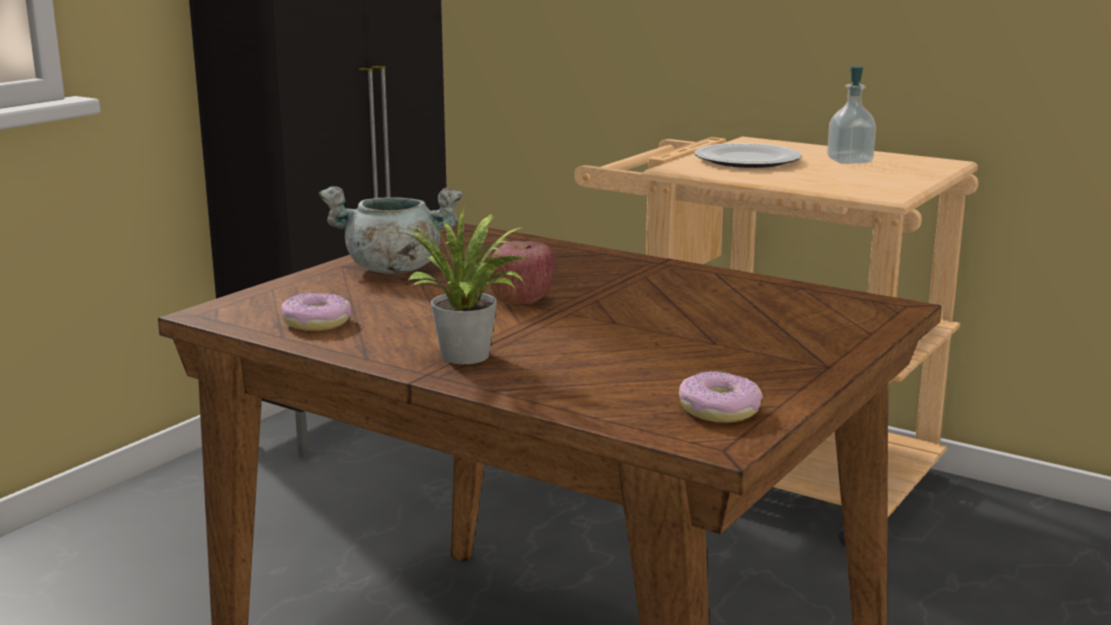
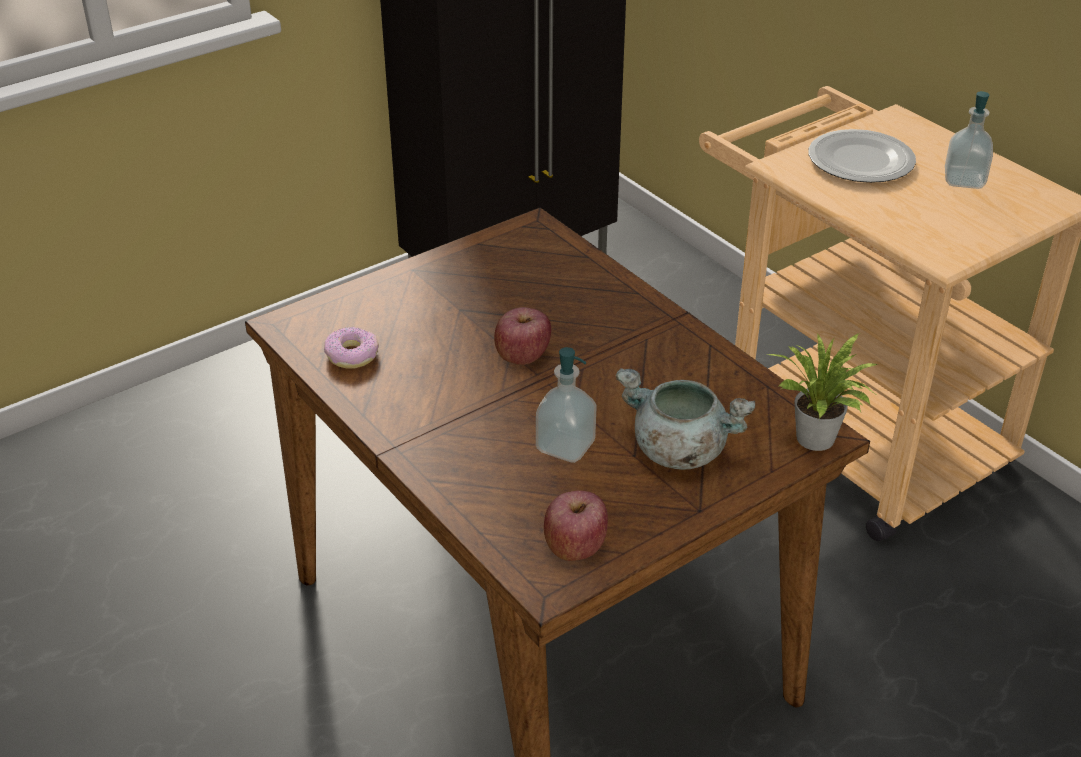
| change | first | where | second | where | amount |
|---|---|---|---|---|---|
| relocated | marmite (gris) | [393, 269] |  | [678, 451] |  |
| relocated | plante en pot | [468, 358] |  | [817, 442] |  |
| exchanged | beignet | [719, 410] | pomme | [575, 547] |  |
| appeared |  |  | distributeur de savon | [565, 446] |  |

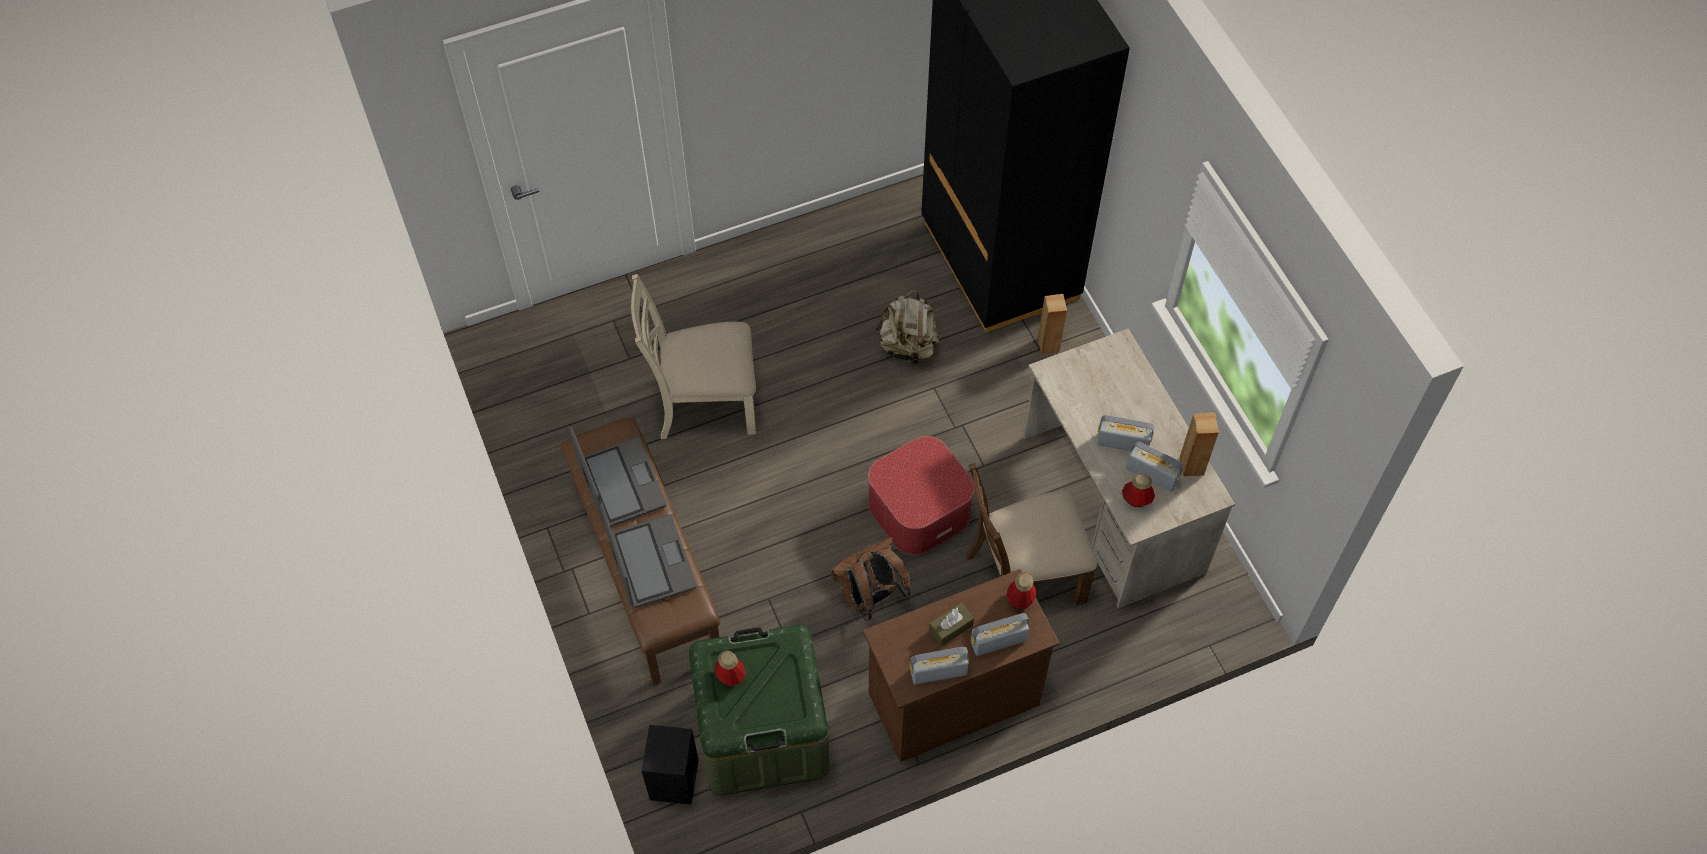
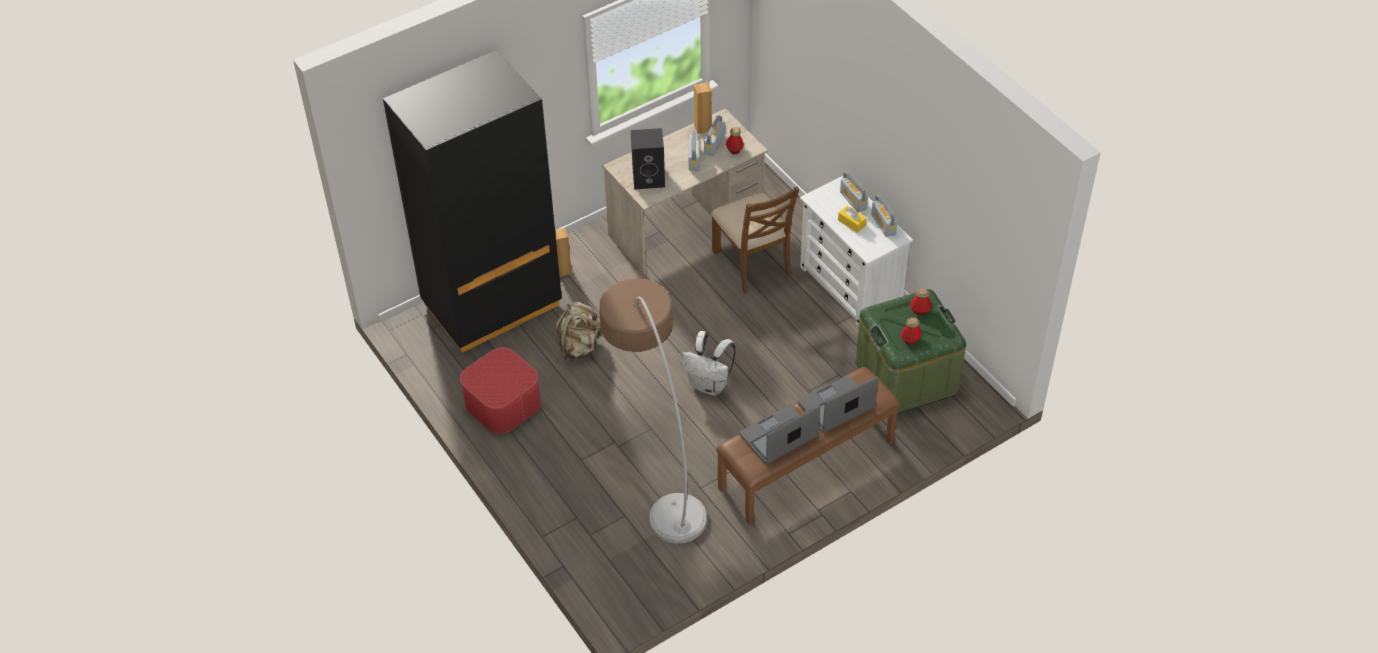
| change | first | where | second | where | amount |
|---|---|---|---|---|---|
| exchanged | chaise (beige) | [704, 403] | lampadaire | [656, 459] |  |
| relocated | pouf | [919, 509] |  | [502, 404] |  |
| missing | sac à dos (marron) | [870, 597] |  |  |  |
| colour | commode (marron) | [952, 699] | commode (blanc) | [850, 286] |  |
| relocated | bouteille | [1020, 599] |  | [920, 311] |  |
| colour | boîte à mouchoirs (marron) | [950, 628] | boîte à mouchoirs (jaune) | [851, 223] |  |
| relocated | enceinte (noir) | [675, 781] |  | [649, 178] |  |
| appeared |  |  | sac à dos (blanc) | [709, 385] |  |

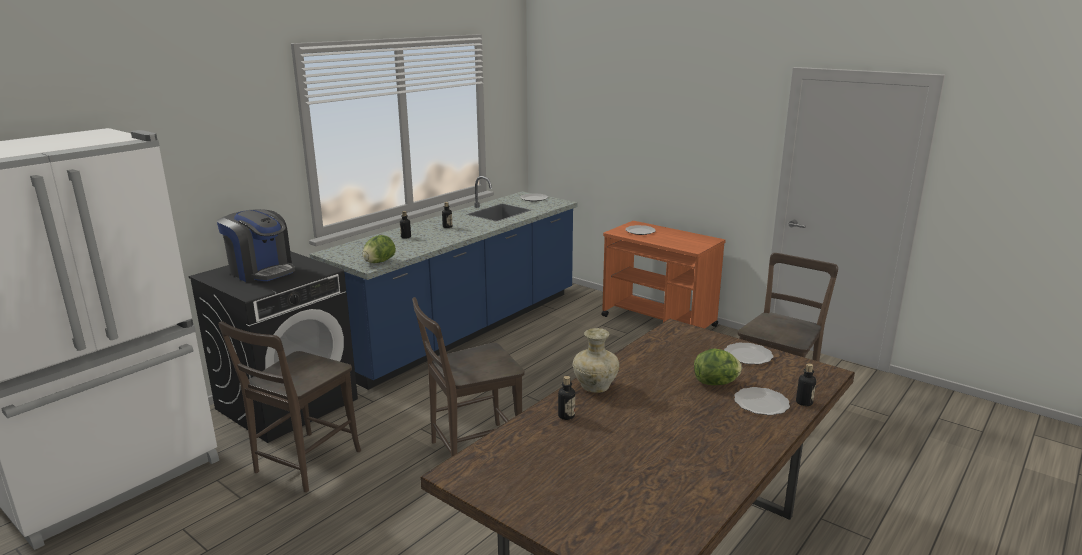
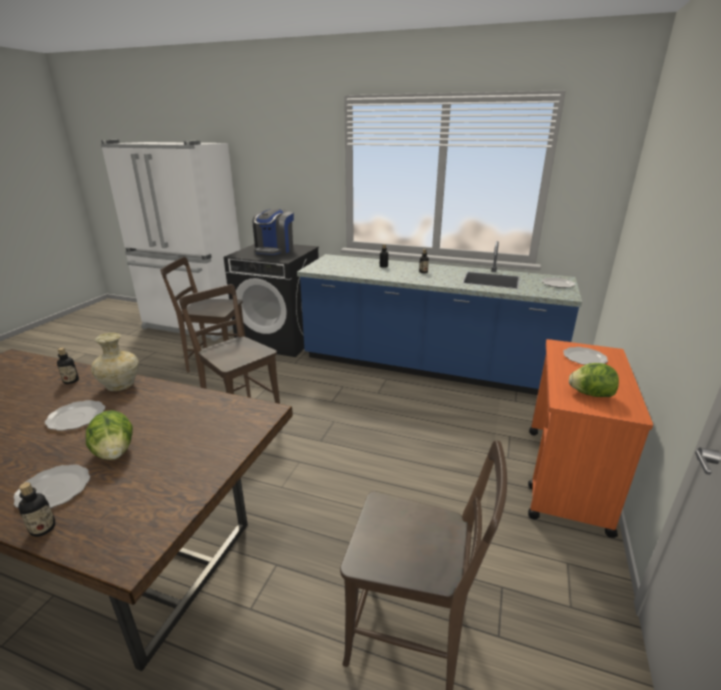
| change | first | where | second | where | amount |
|---|---|---|---|---|---|
| relocated | laitue | [379, 262] |  | [590, 394] |  |
| relocated | assiette | [748, 355] |  | [77, 417] |  |

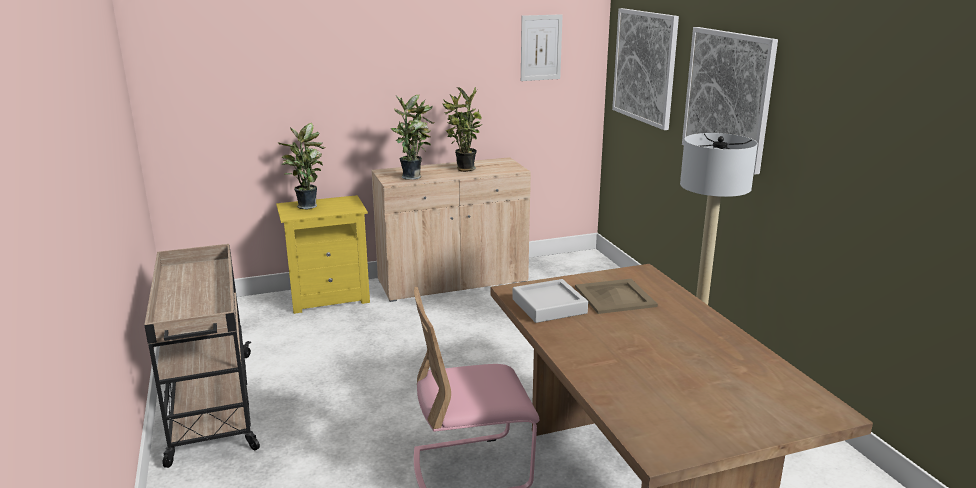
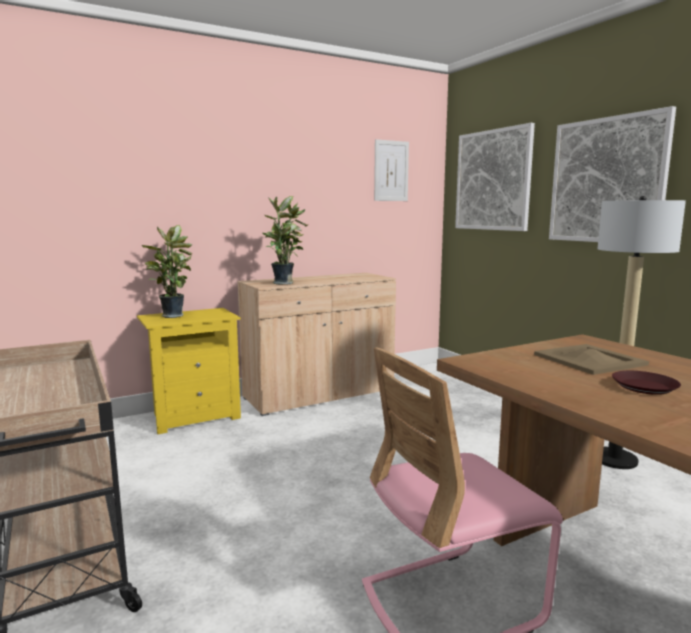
| change | first | where | second | where | amount |
|---|---|---|---|---|---|
| missing | plante en pot | [463, 169] |  |  |  |
| missing | plateau (gris) | [549, 306] |  |  |  |
| appeared |  |  | assiette (marron) | [645, 387] |  |

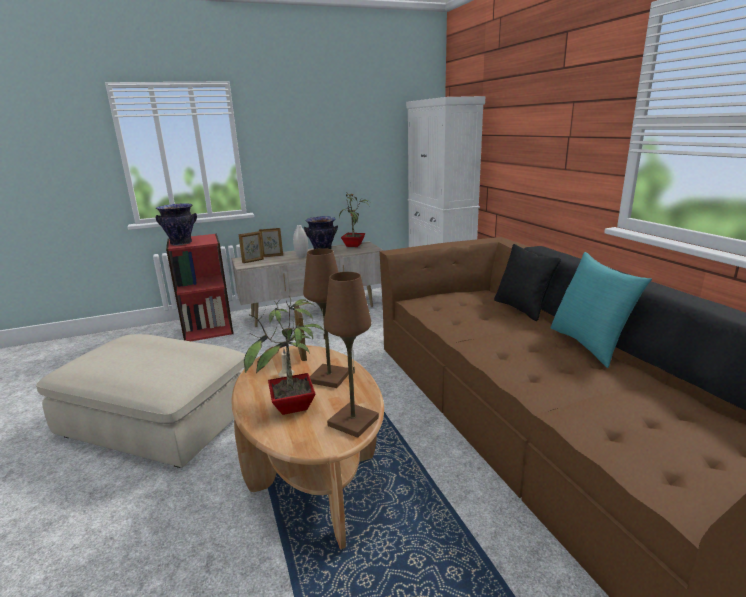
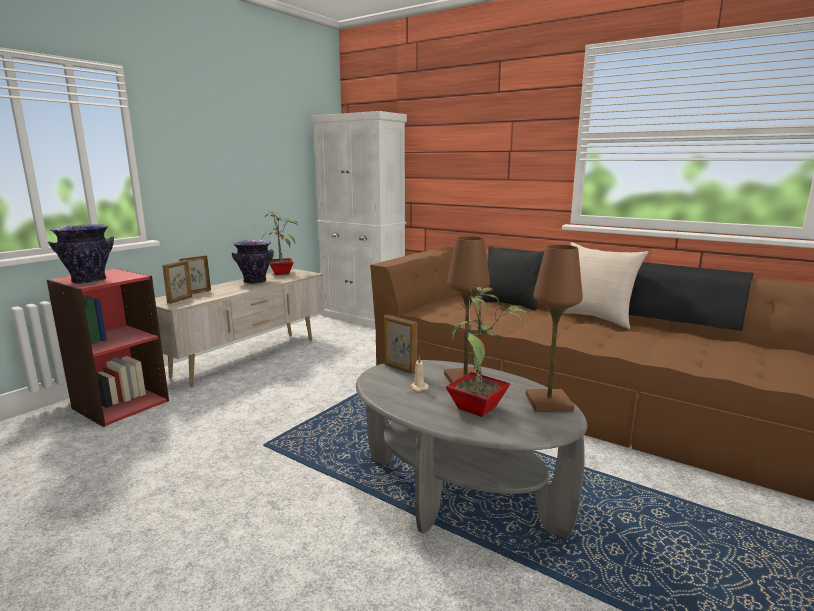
| change | first | where | second | where | amount |
|---|---|---|---|---|---|
| missing | vase (blanc) | [301, 257] |  |  |  |
| colour | coussin (turquoise) | [589, 344] | coussin (beige) | [594, 318] |  |
| missing | pouf (beige) | [156, 422] |  |  |  |
| colour | table basse (marron) | [313, 473] | table basse (gris) | [459, 494] |  |

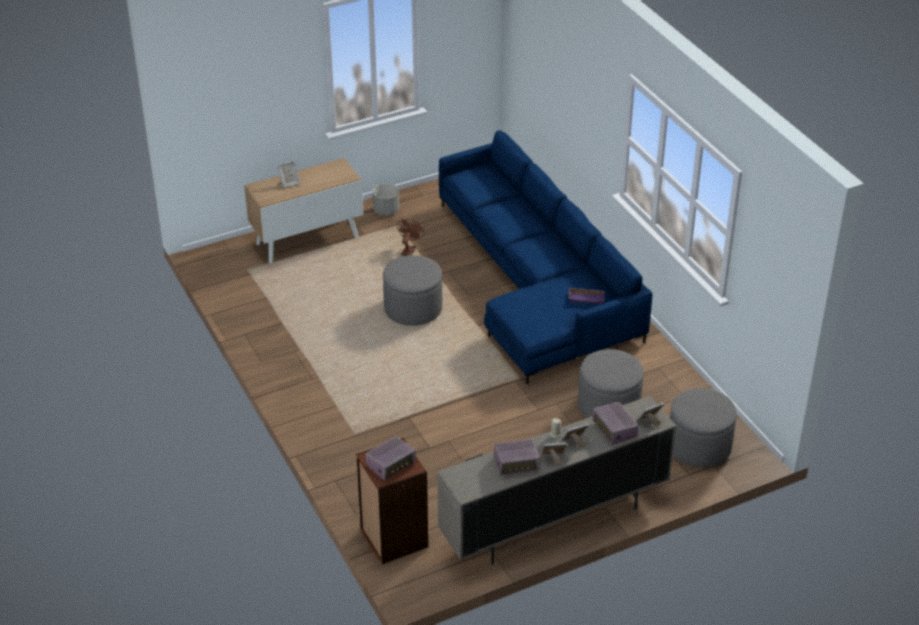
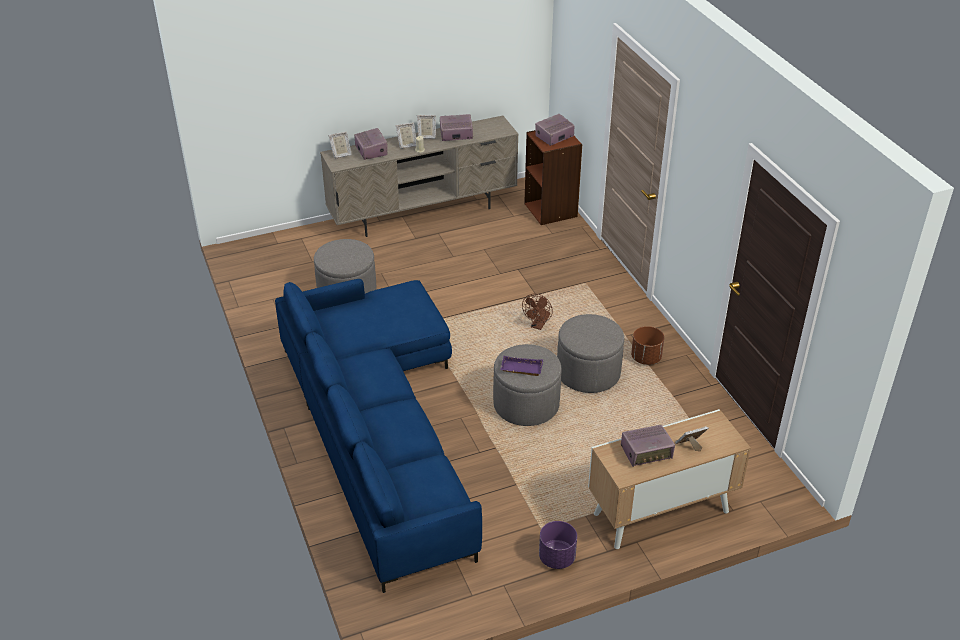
| change | first | where | second | where | amount |
|---|---|---|---|---|---|
| colour | cache-pot (gris) | [386, 211] | cache-pot (violet) | [557, 557] |  |
| relocated | ventilateur (marron) | [409, 250] |  | [538, 325] |  |
| relocated | plateau (violet) | [586, 297] |  | [520, 369] |  |
| relocated | pouf (gris) | [699, 446] |  | [588, 373] |  |
| appeared |  |  | cache-pot (marron) | [646, 358] |  |
| appeared |  |  | radio | [646, 452] |  |

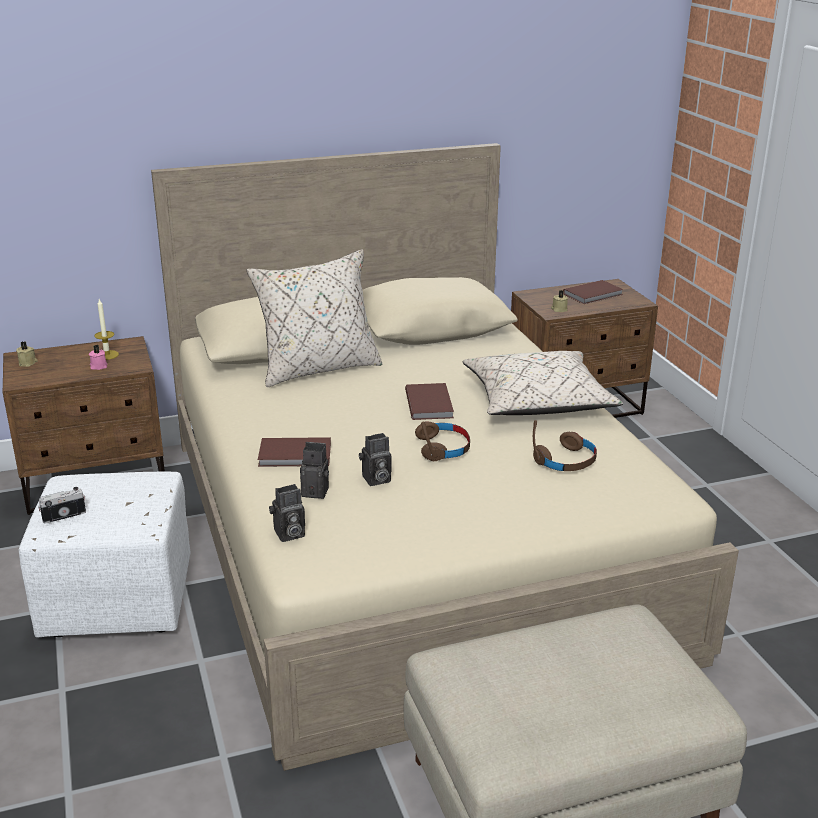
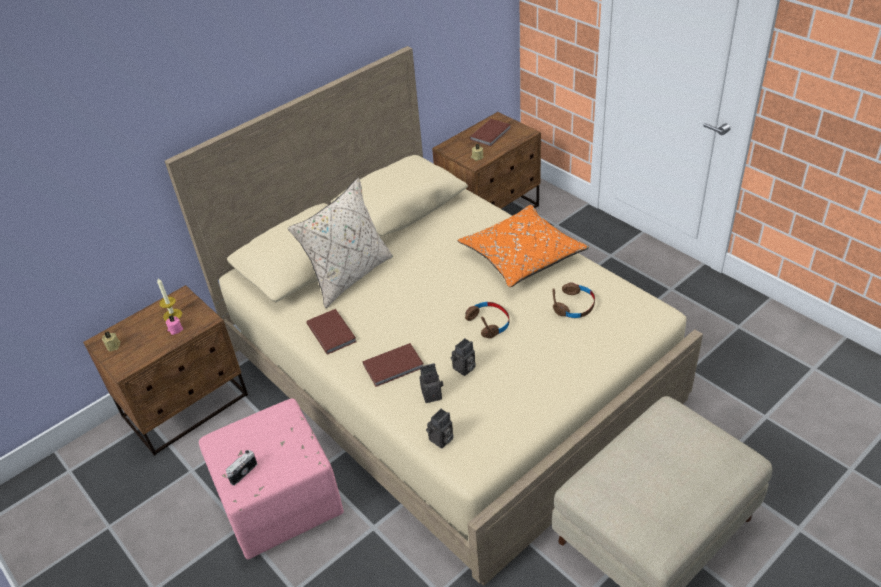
| change | first | where | second | where | amount |
|---|---|---|---|---|---|
| colour | coussin (beige) | [537, 401] | coussin (orange) | [521, 256] |  |
| relocated | livre (marron) | [430, 403] |  | [332, 332] |  |
| colour | pouf (blanc) | [116, 600] | pouf (rose) | [279, 503] |  |

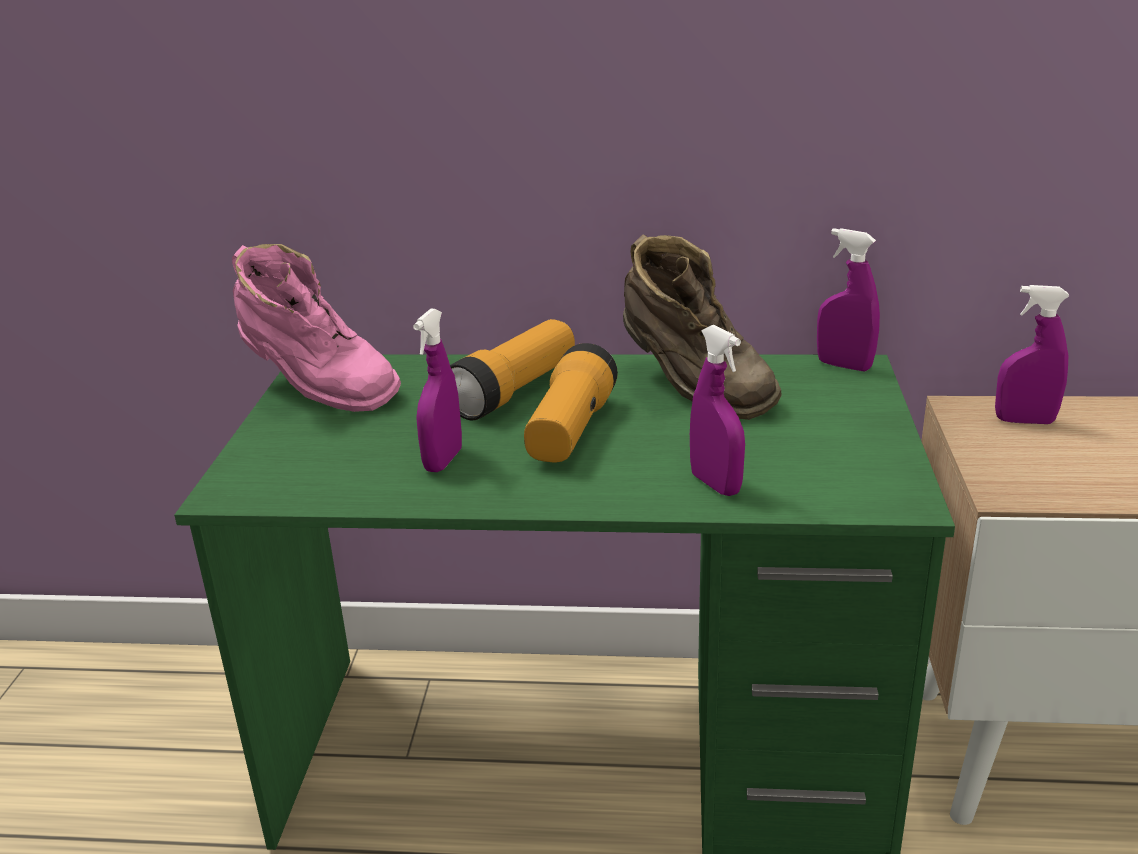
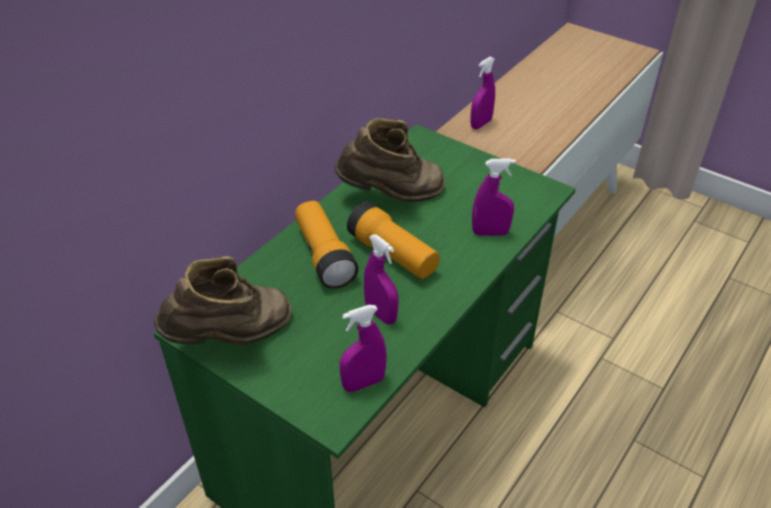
| change | first | where | second | where | amount |
|---|---|---|---|---|---|
| relocated | vaporisateur (violet) | [844, 365] |  | [363, 383] |  |
| colour | botte (rose) | [317, 392] | botte (marron) | [232, 338] |  |

